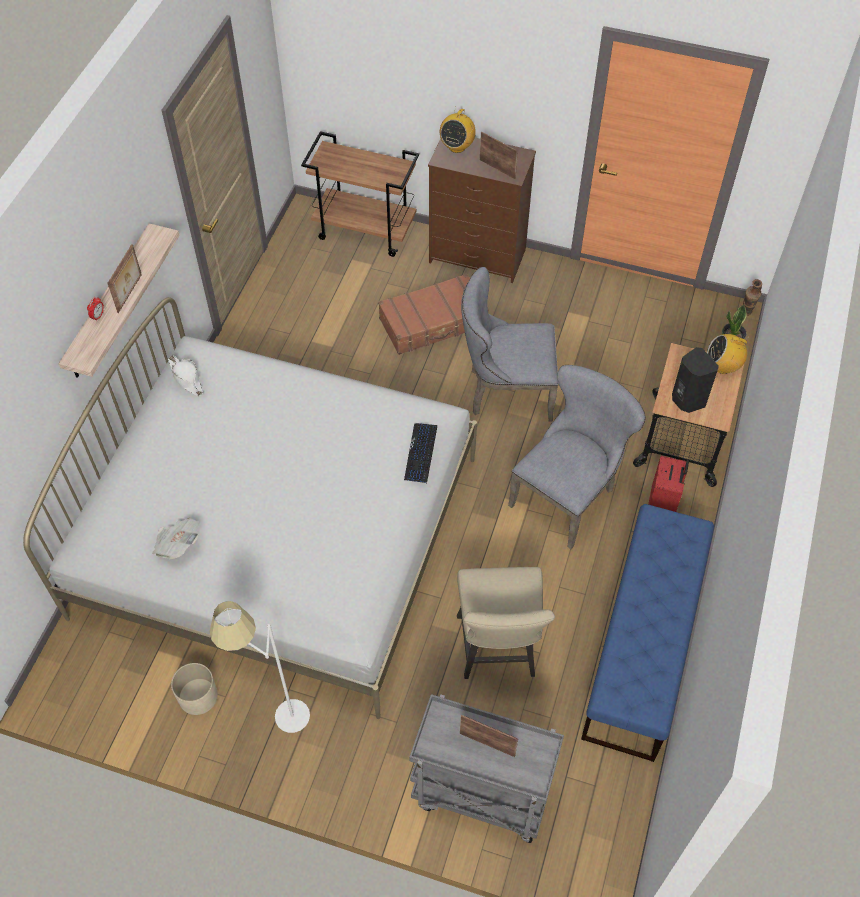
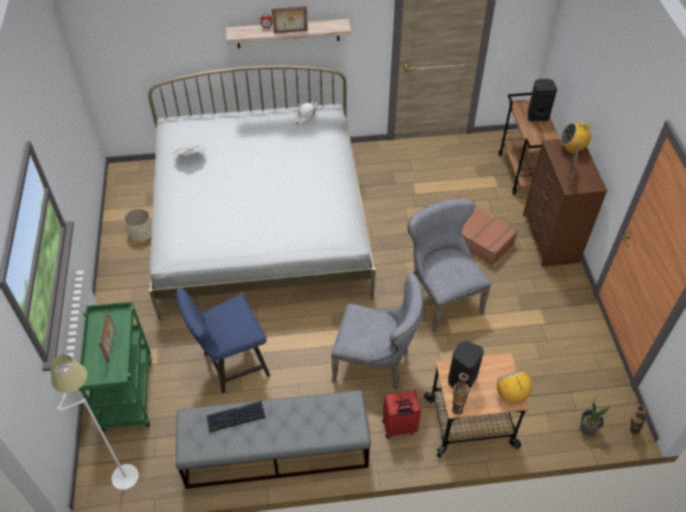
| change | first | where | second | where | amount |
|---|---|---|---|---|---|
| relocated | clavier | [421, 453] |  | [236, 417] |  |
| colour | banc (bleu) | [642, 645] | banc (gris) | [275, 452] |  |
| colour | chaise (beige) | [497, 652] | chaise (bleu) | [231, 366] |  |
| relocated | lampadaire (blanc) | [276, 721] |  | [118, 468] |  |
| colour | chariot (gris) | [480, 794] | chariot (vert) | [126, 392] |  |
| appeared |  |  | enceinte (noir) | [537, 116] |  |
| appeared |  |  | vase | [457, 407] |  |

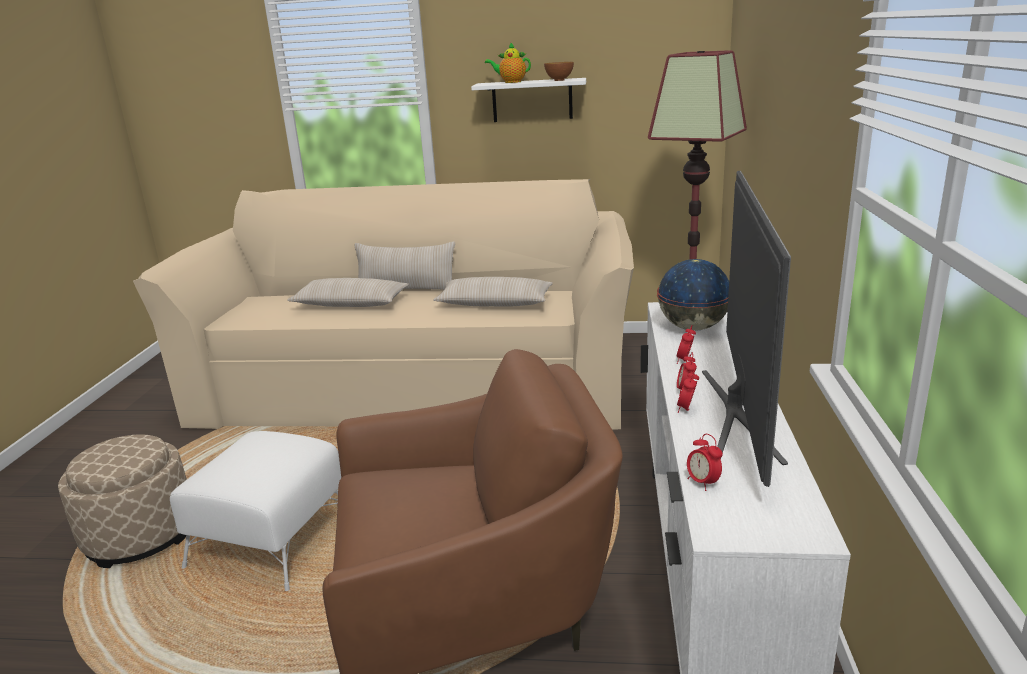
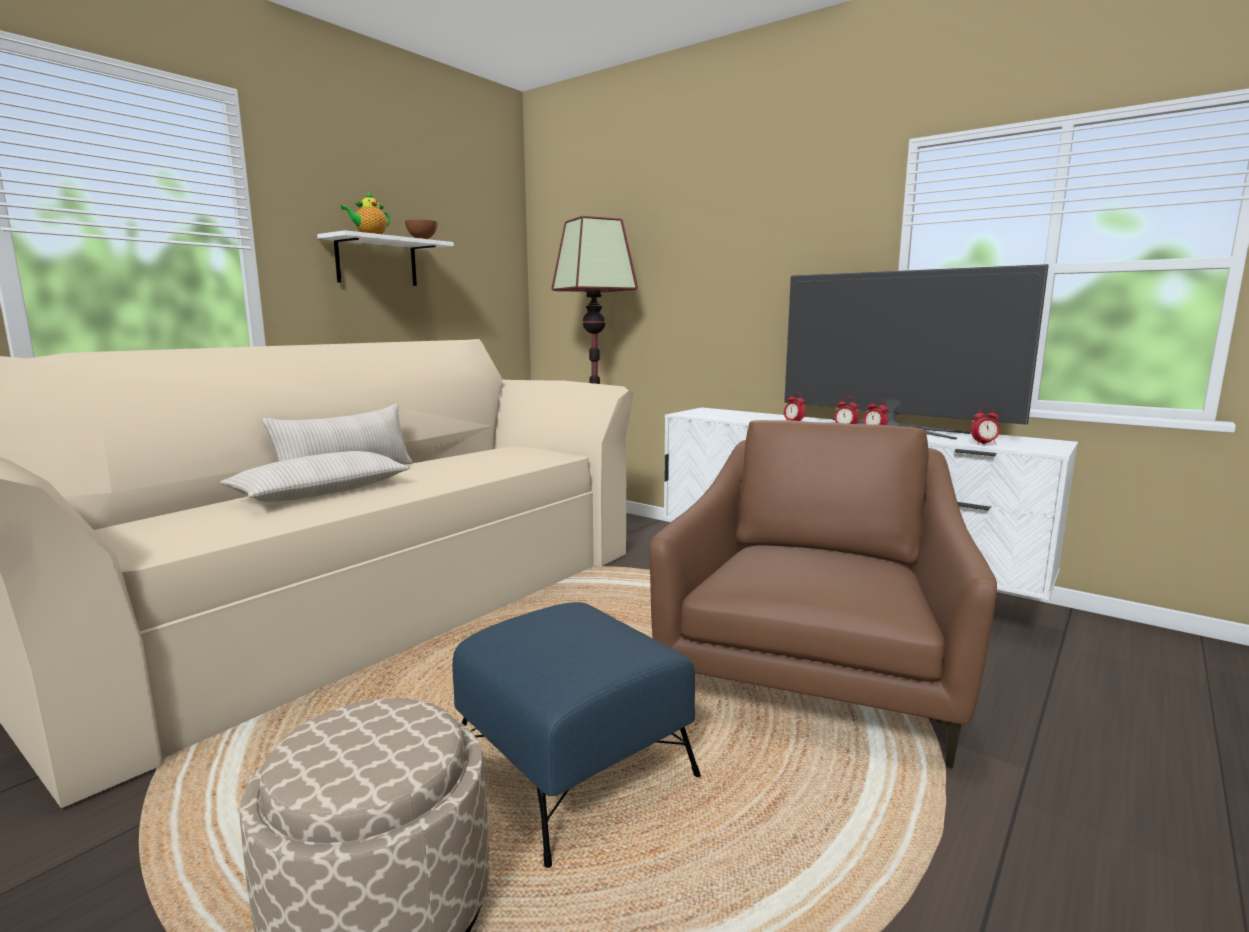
| change | first | where | second | where | amount |
|---|---|---|---|---|---|
| missing | globe | [692, 327] |  |  |  |
| missing | coussin (beige) | [494, 303] |  |  |  |
| colour | pouf (blanc) | [273, 540] | pouf (bleu) | [573, 768] |  |

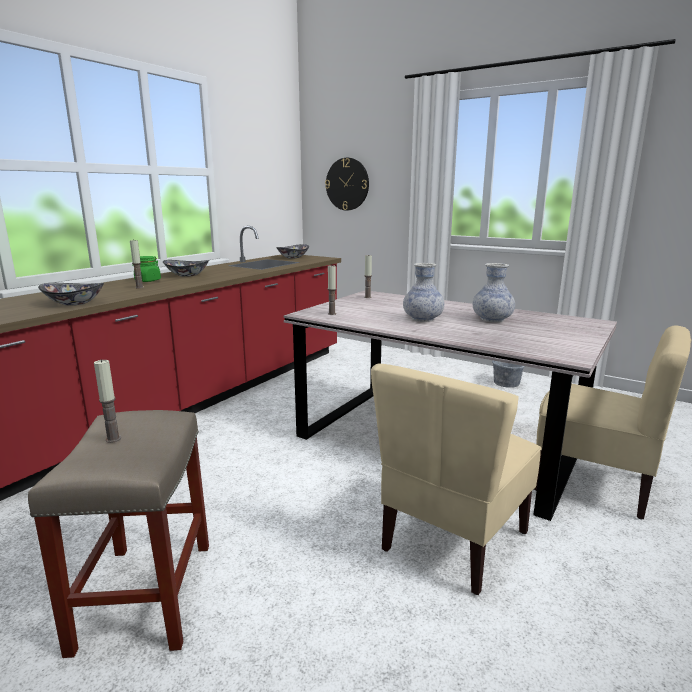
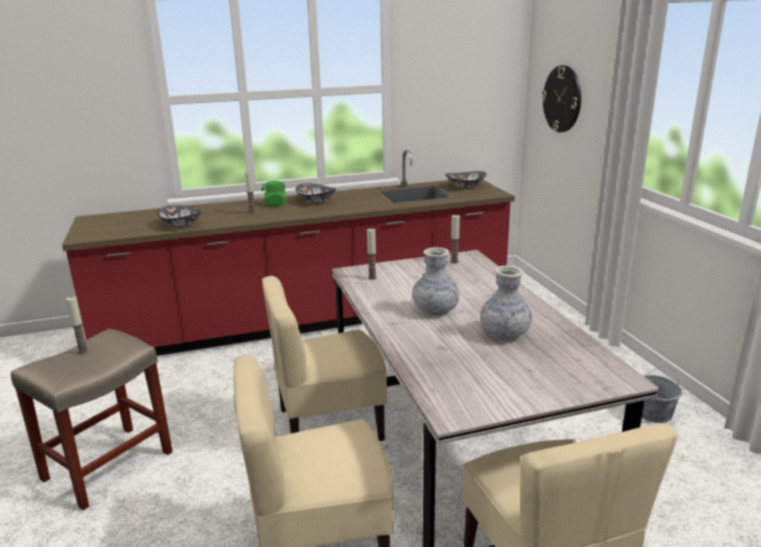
| change | first | where | second | where | amount |
|---|---|---|---|---|---|
| appeared |  |  | chaise (beige) | [329, 424] |  |

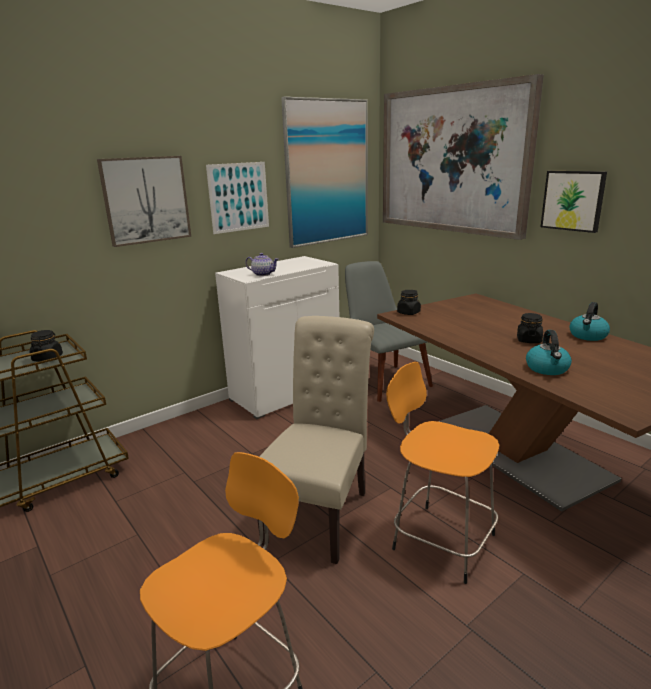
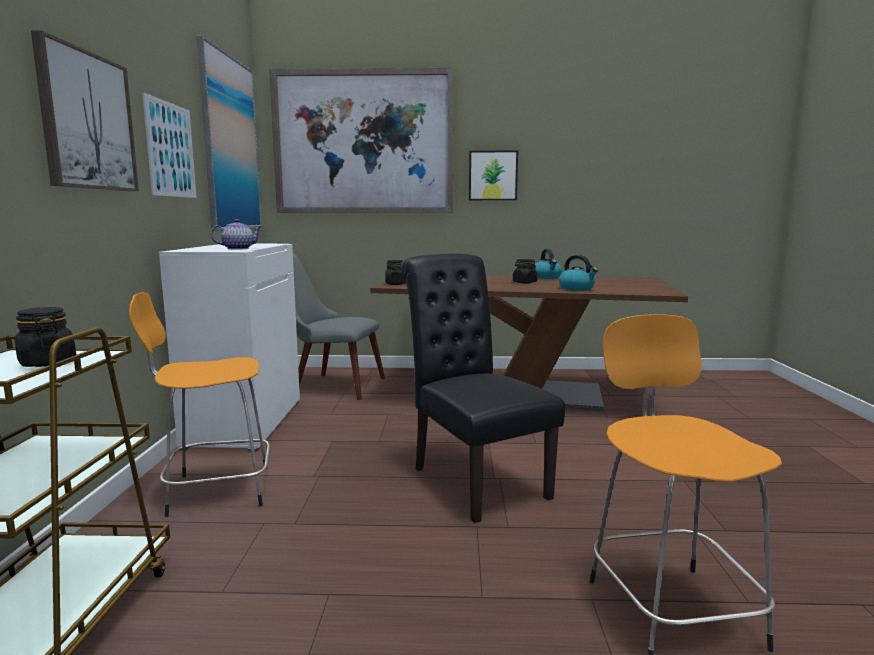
| change | first | where | second | where | amount |
|---|---|---|---|---|---|
| colour | chaise (beige) | [321, 512] | chaise (noir) | [473, 479] |  |
| relocated | tabouret (orange) | [440, 540] |  | [215, 491] |  |

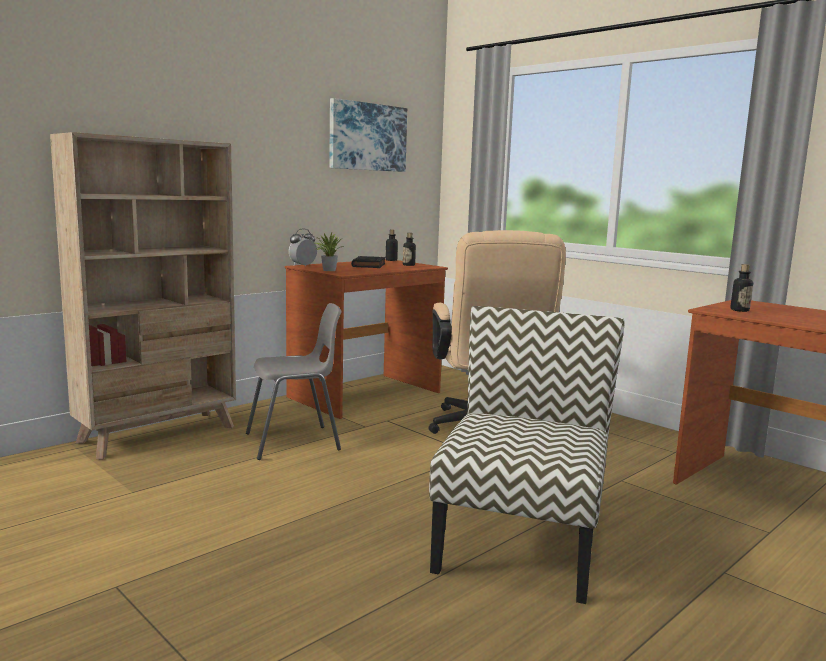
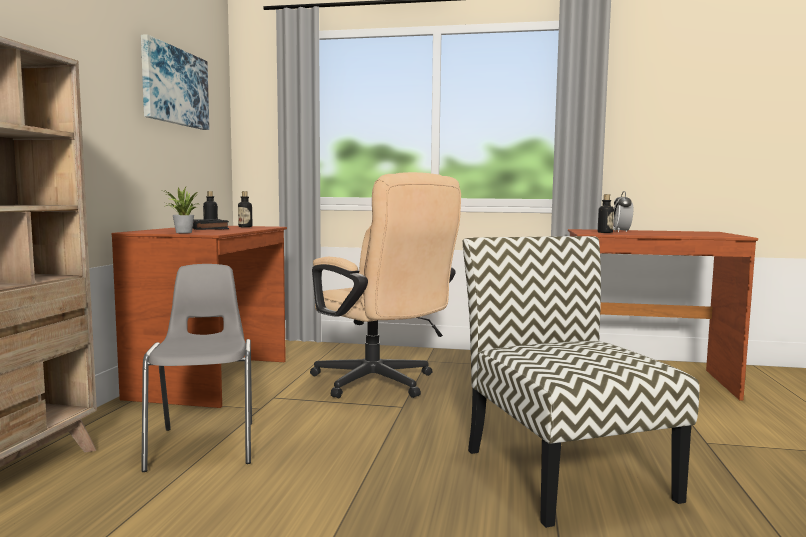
| change | first | where | second | where | amount |
|---|---|---|---|---|---|
| relocated | réveil | [303, 266] |  | [621, 232] |  |
| spun | chaise (gris) | [295, 442] |  | [205, 444] | 45 degrees counterclockwise |

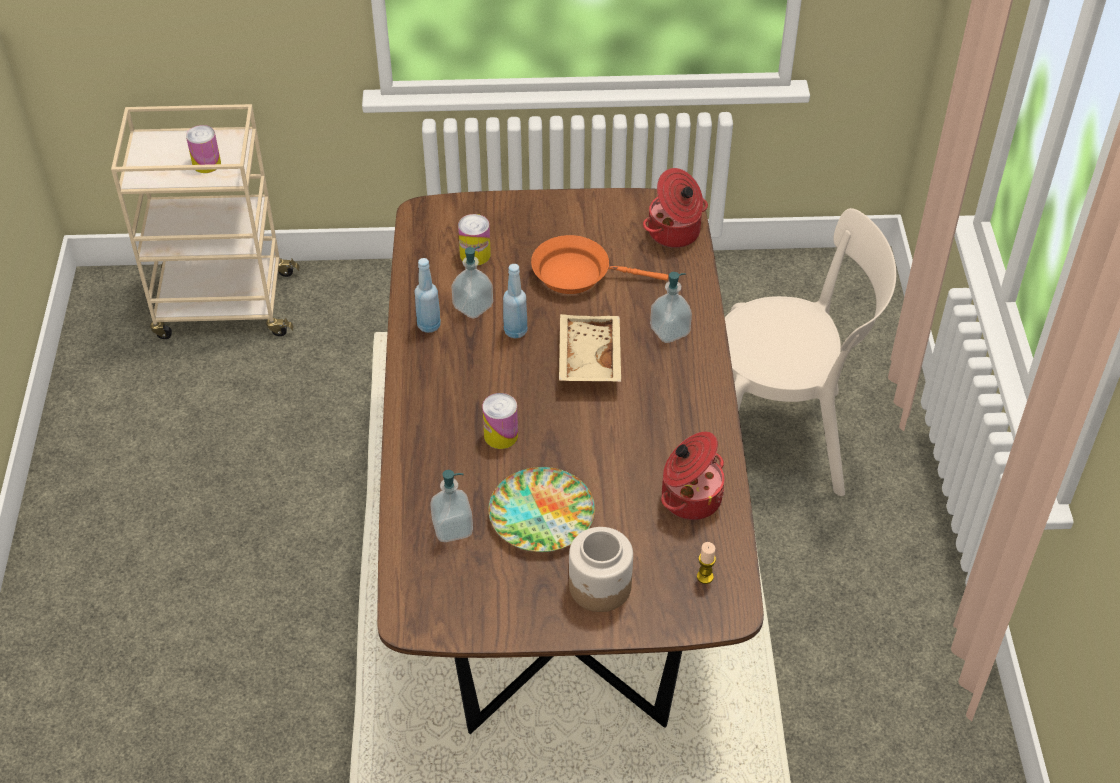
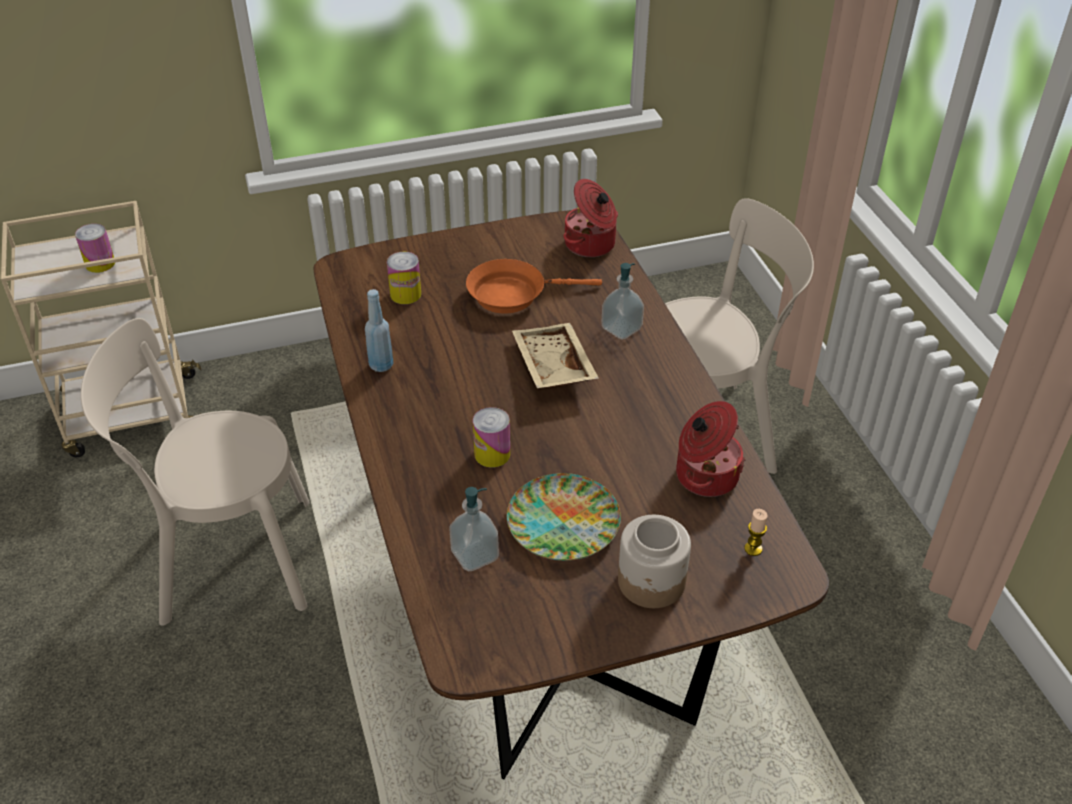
| change | first | where | second | where | amount |
|---|---|---|---|---|---|
| missing | distributeur de savon | [473, 306] |  |  |  |
| missing | bouteille (bleu) | [515, 331] |  |  |  |
| appeared |  |  | chaise (beige) | [227, 560] |  |

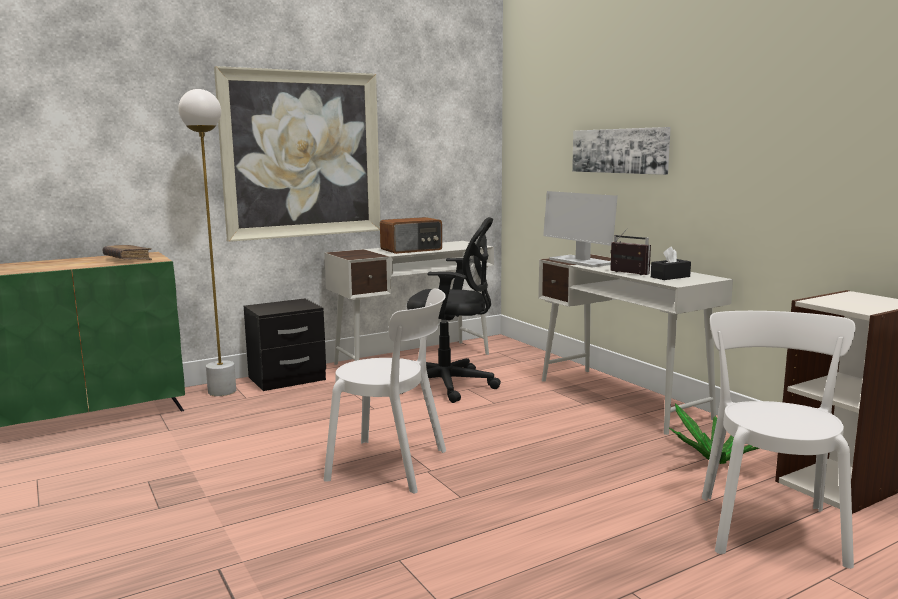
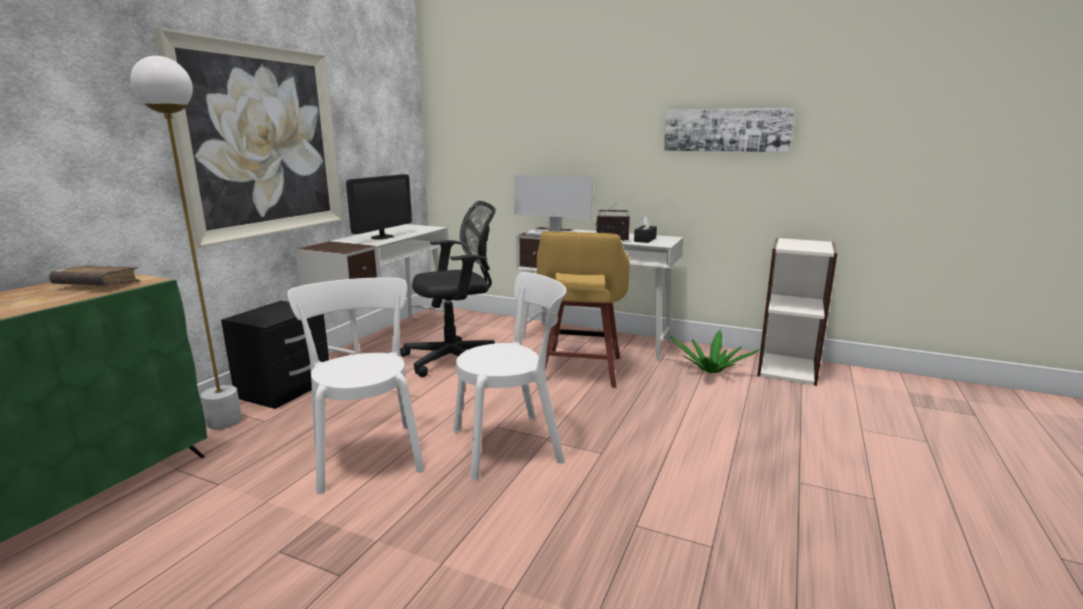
| change | first | where | second | where | amount |
|---|---|---|---|---|---|
| relocated | tableau | [619, 151] |  | [726, 130] |  |
| exchanged | radio | [412, 250] | écran d'ordinateur | [382, 237] |  |
| relocated | chaise (blanc) | [769, 525] |  | [367, 453] |  |
| appeared |  |  | tabouret (jaune) | [580, 370] |  |

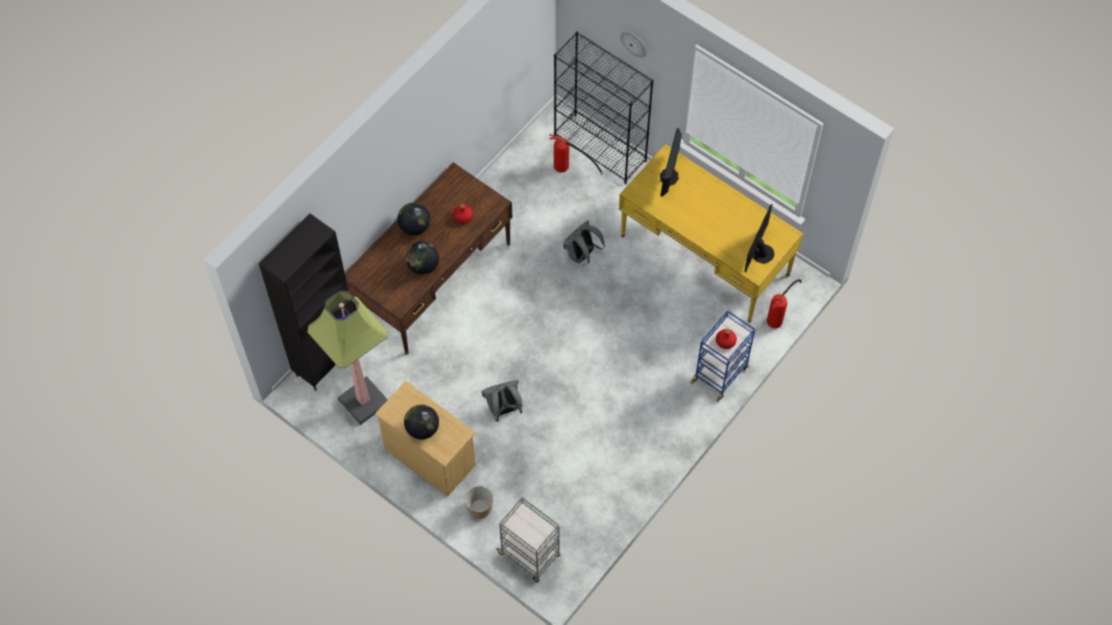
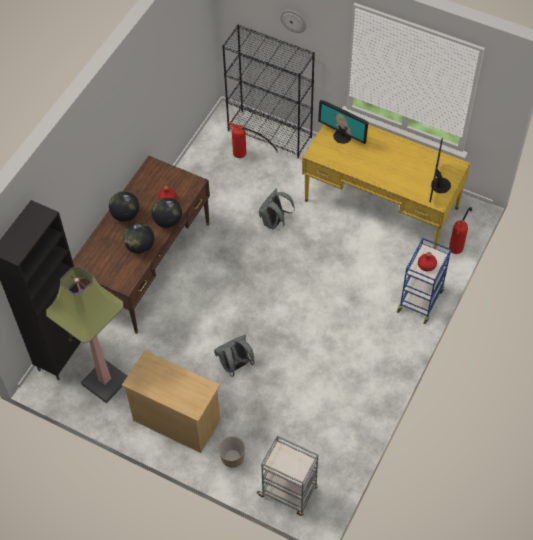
| change | first | where | second | where | amount |
|---|---|---|---|---|---|
| spun | écran d'ordinateur | [669, 177] |  | [342, 136] | 60 degrees counterclockwise |
| relocated | globe | [422, 429] |  | [168, 221] |  |

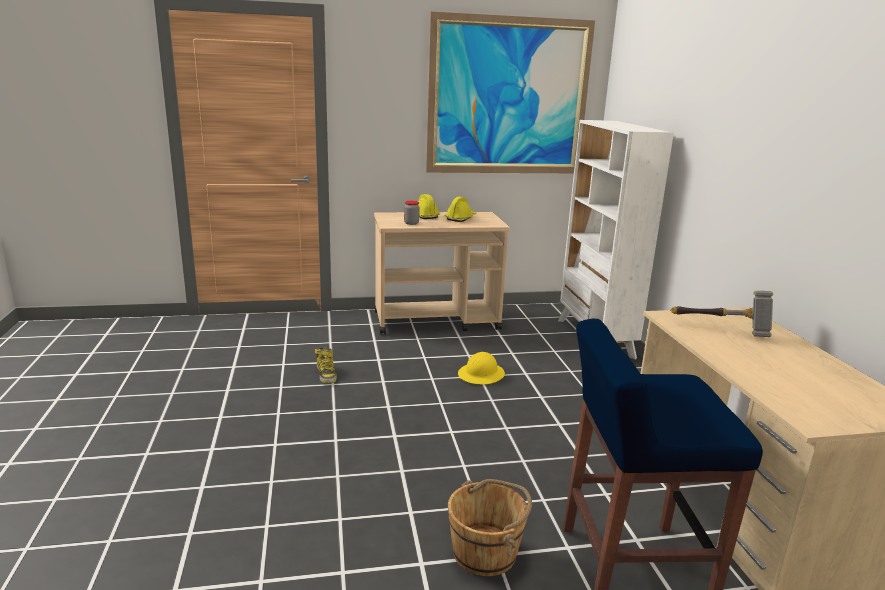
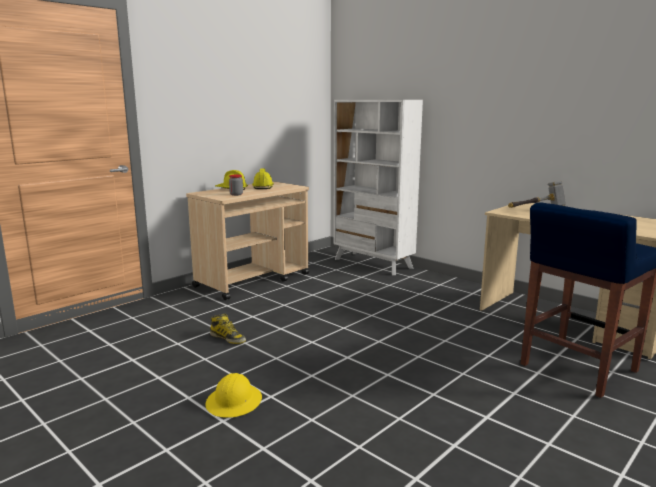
| change | first | where | second | where | amount |
|---|---|---|---|---|---|
| missing | tableau | [509, 97] |  |  |  |
| relocated | casque de chantier (jaune) | [481, 375] |  | [234, 402] |  |
| missing | seau (marron) | [486, 552] |  |  |  |

